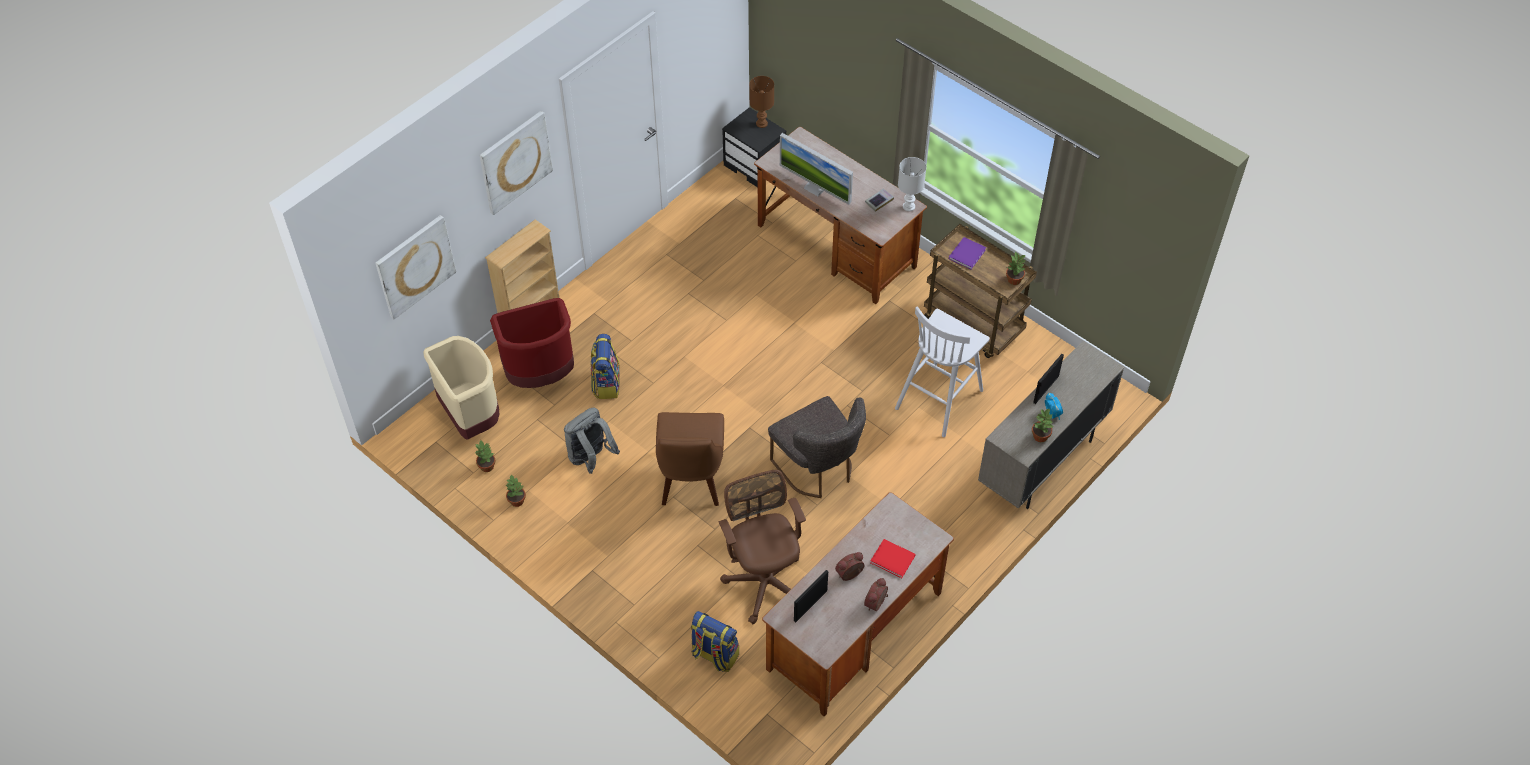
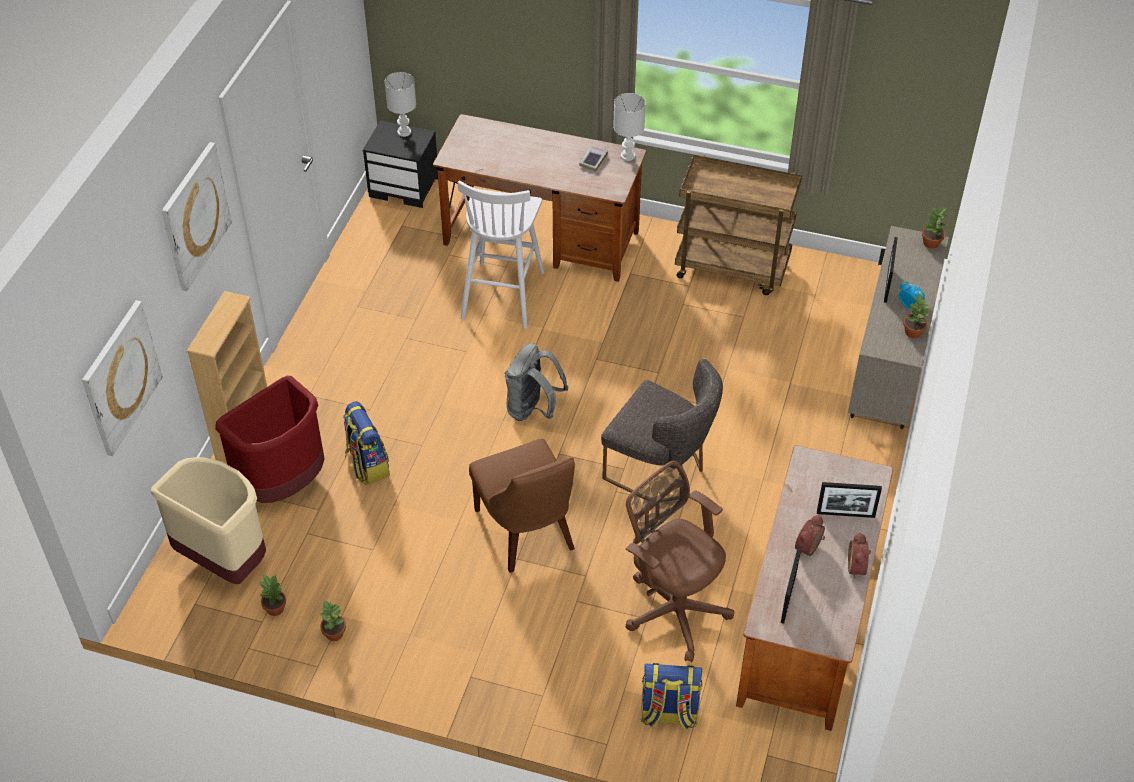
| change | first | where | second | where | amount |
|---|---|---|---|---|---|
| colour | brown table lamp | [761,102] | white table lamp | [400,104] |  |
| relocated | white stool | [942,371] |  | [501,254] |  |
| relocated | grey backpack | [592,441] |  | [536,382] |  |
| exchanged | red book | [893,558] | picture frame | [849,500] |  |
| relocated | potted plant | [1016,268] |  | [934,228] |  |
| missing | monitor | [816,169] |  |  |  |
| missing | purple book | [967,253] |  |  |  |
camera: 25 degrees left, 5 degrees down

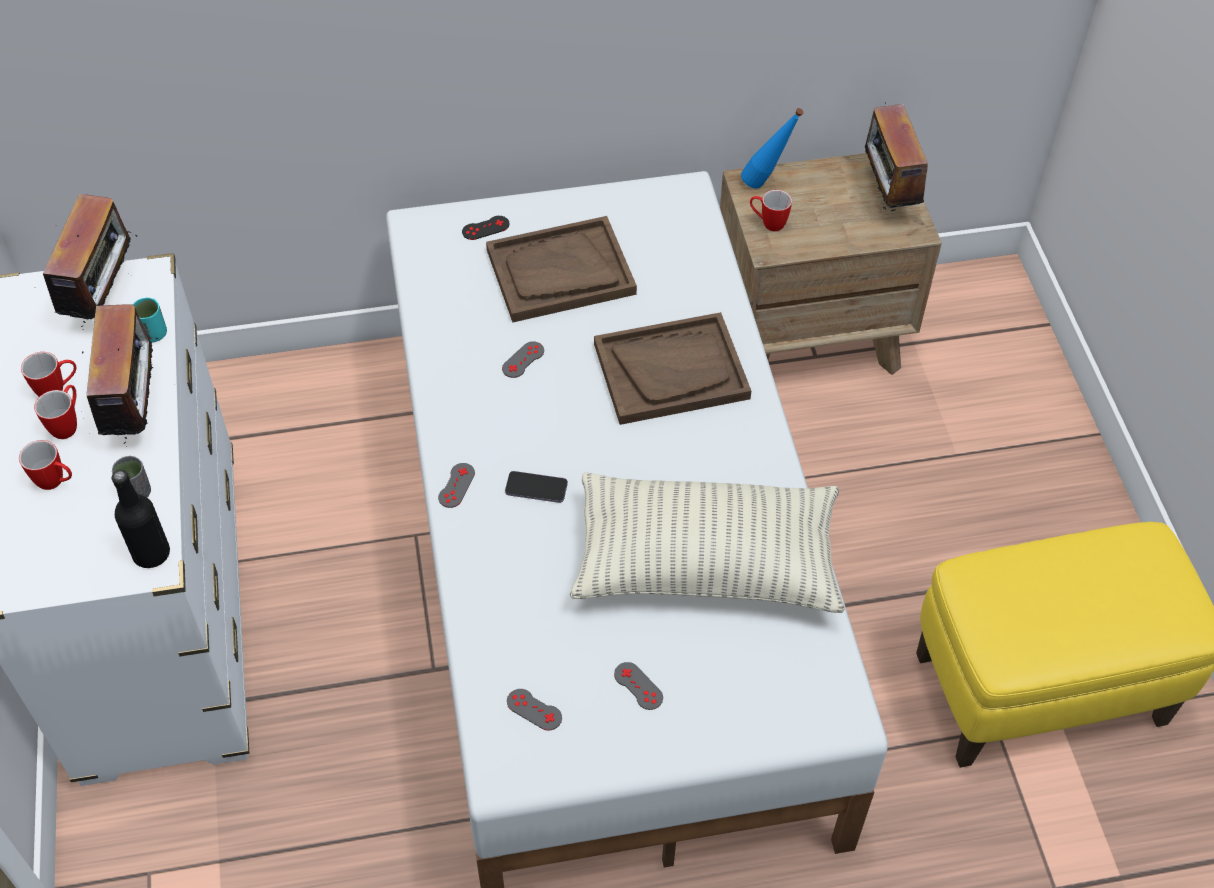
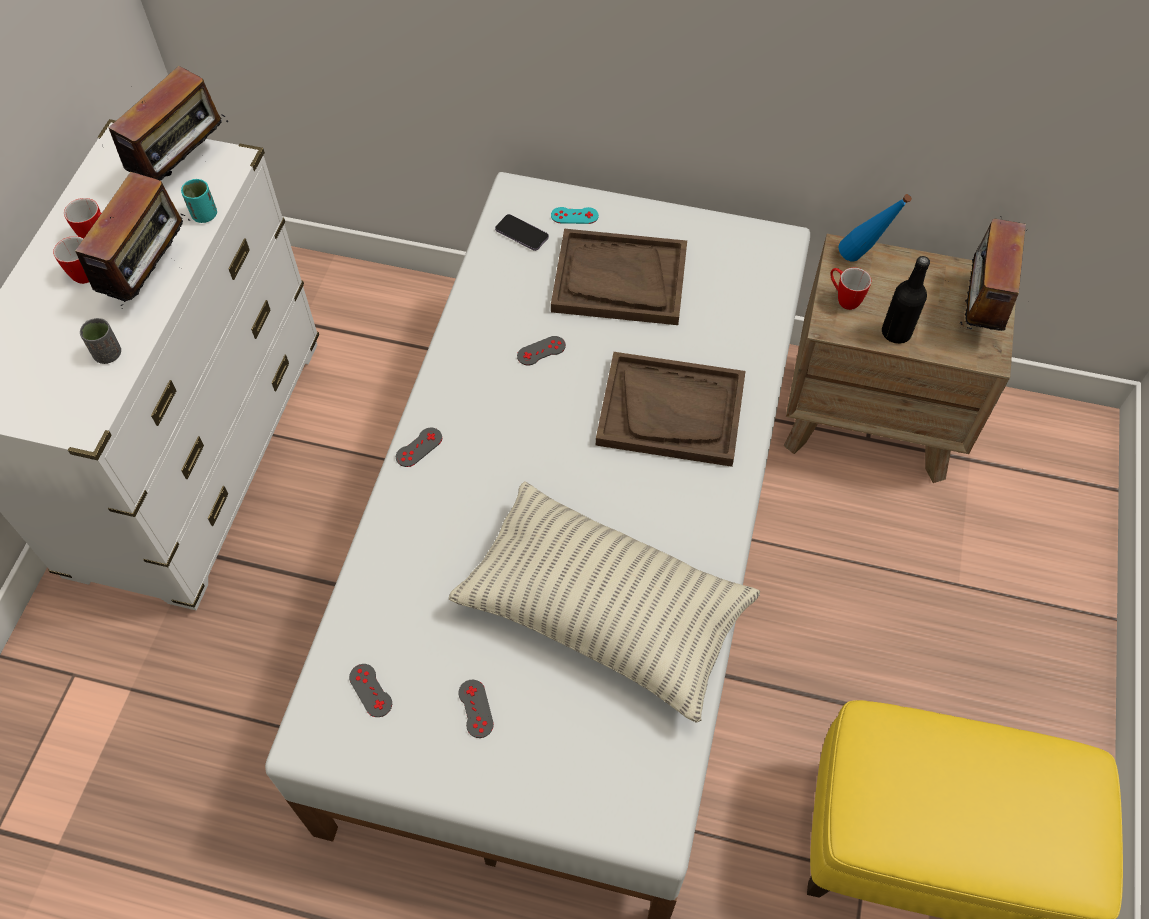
| change | first | where | second | where | amount |
|---|---|---|---|---|---|
| relocated | phone | [536,487] |  | [522,232] |  |
| colour | black game controller | [485,228] | turquoise game controller | [575,215] |  |
| relocated | black bottle | [141,519] |  | [906,300] |  |
| missing | mug | [45,465] |  |  |  |
camera: 25 degrees right, 5 degrees up

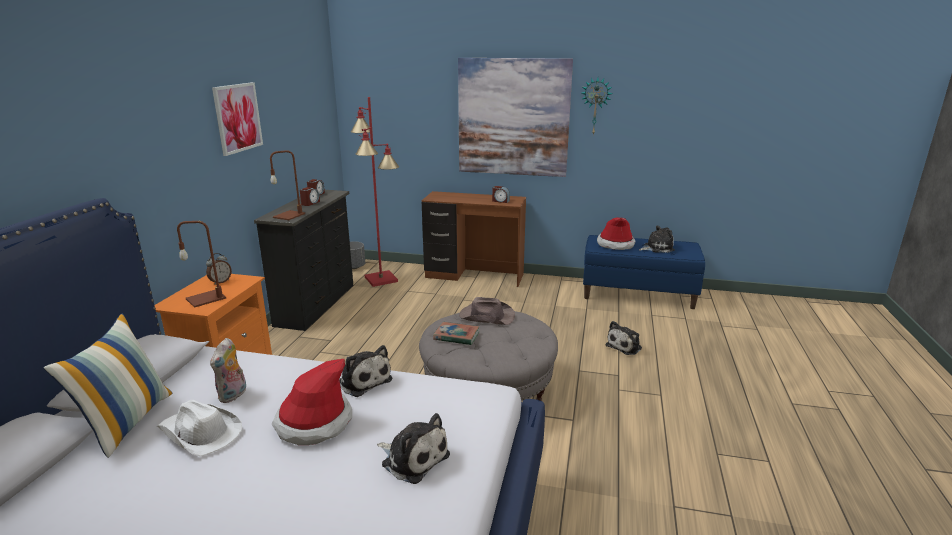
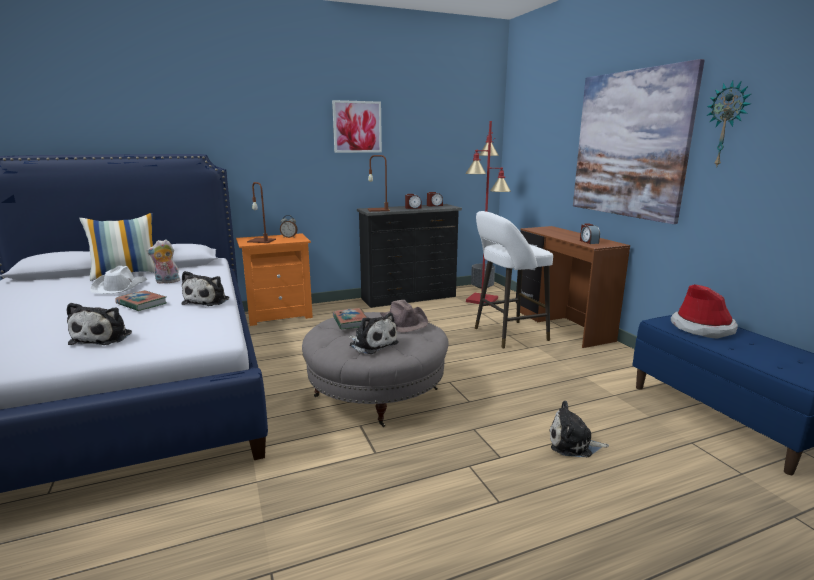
| change | first | where | second | where | amount |
|---|---|---|---|---|---|
| exchanged | hat | [311,402] | book | [141,300] |  |
| relocated | plush toy | [657,239] |  | [373,333] |  |
| appeared |  |  | white stool | [514,279] |  |
camera: 55 degrees right, 5 degrees down

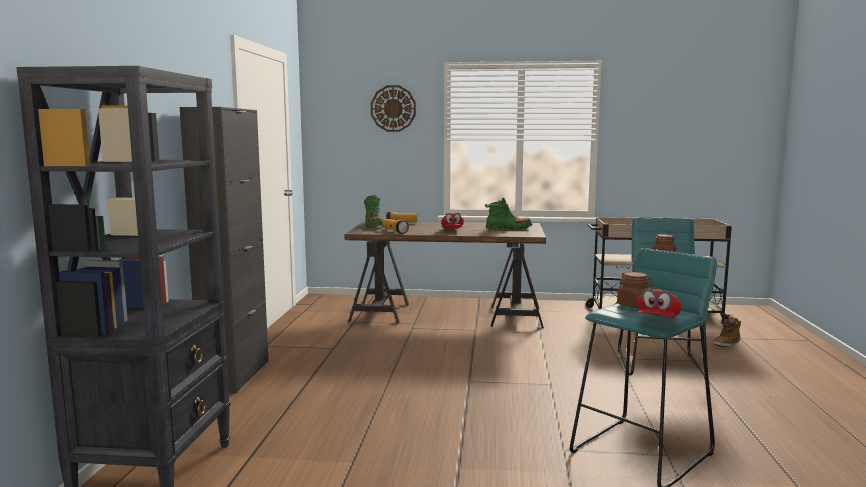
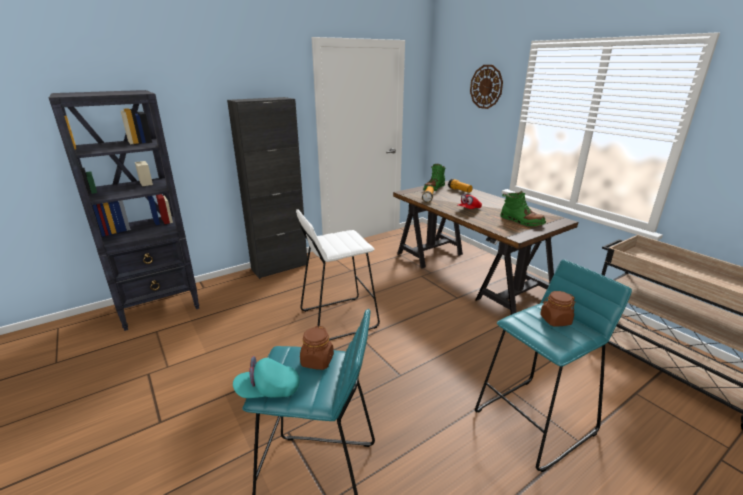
| change | first | where | second | where | amount |
|---|---|---|---|---|---|
| colour | red cap | [659,303] | turquoise cap | [266,377] |  |
| appeared |  |  | white stool | [338,275] |  |
| missing | boot | [727,332] |  |  |  |
camera: 50 degrees right, 15 degrees up

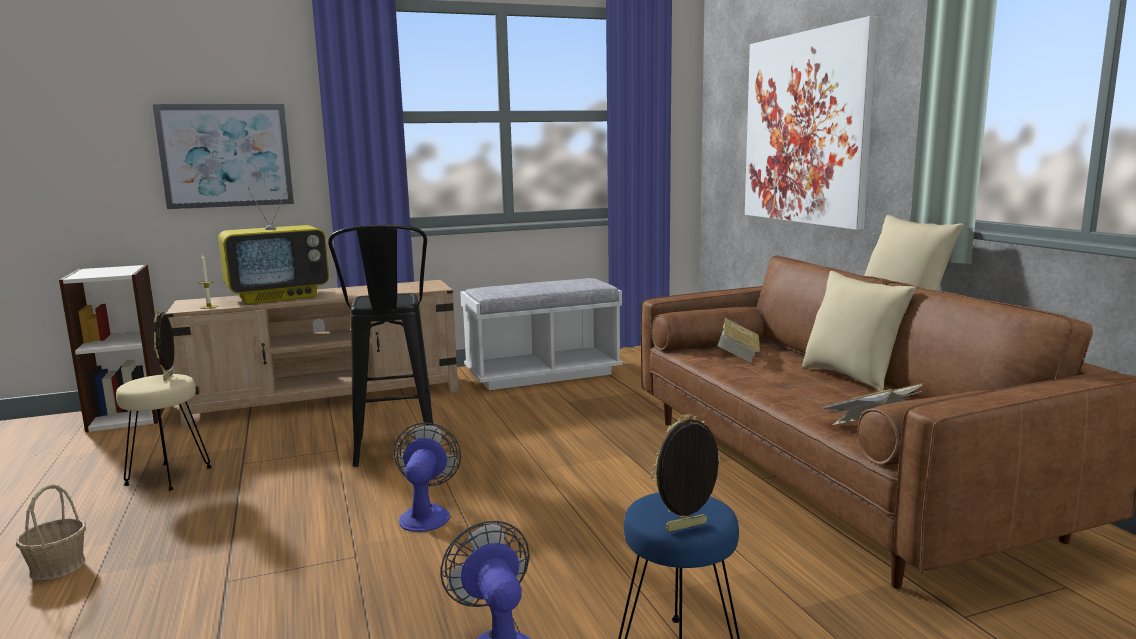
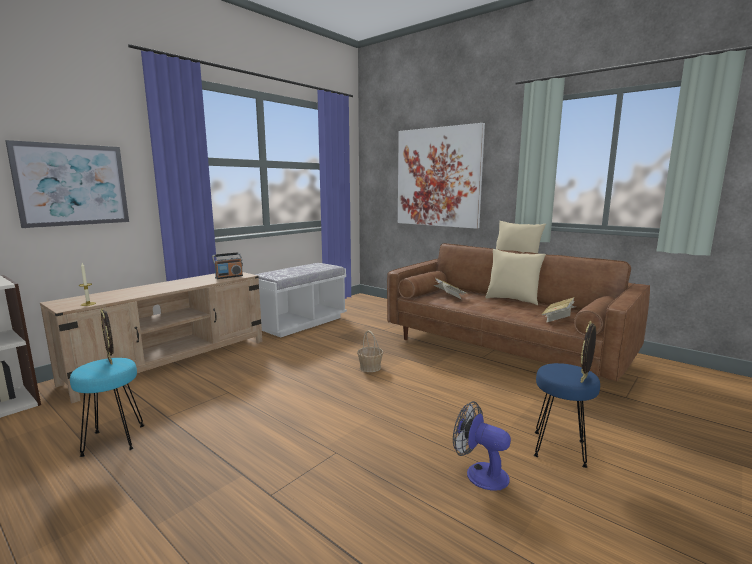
| change | first | where | second | where | amount |
|---|---|---|---|---|---|
| colour | beige stool | [164,432] | turquoise stool | [107,407] |  |
| appeared |  |  | radio | [227,265] |  |
| relocated | basket | [51,532] |  | [370,351] |  |
| missing | television | [273,246] |  |  |  |
| missing | black stool | [381,345] |  |  |  |
| missing | fan | [427,477] |  |  |  |
camera: 30 degrees left, 0 degrees up

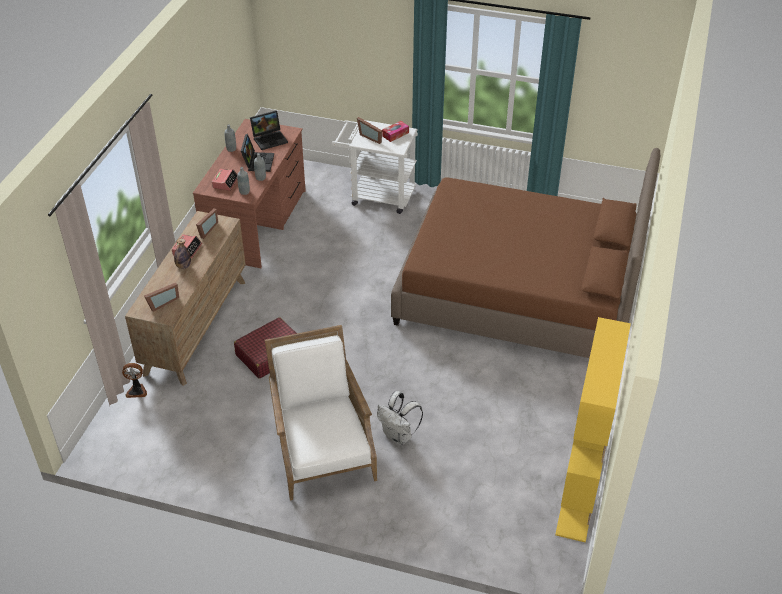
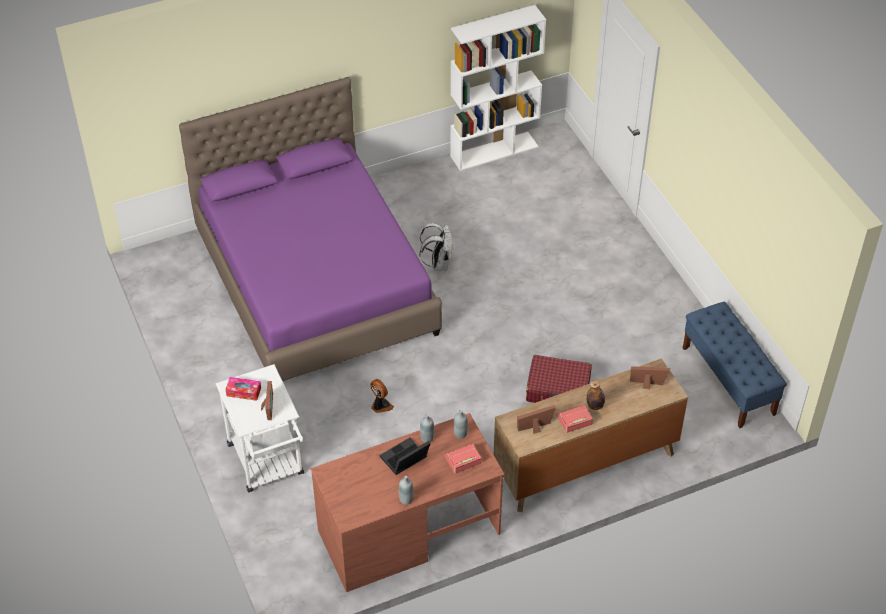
| change | first | where | second | where | amount |
|---|---|---|---|---|---|
| colour | brown bed | [525,253] | purple bed | [310,229] |  |
| relocated | fan | [134,380] |  | [382,396] |  |
| relocated | white backpack | [400,418] |  | [436,247] |  |
| colour | yellow bookcase | [593,430] | white bookcase | [498,88] |  |
| appeared |  |  | blue bench | [735,365] |  |
| missing | laptop | [269,130] |  |  |  |
| missing | white armchair | [321,413] |  |  |  |
camera: 130 degrees left, 5 degrees up

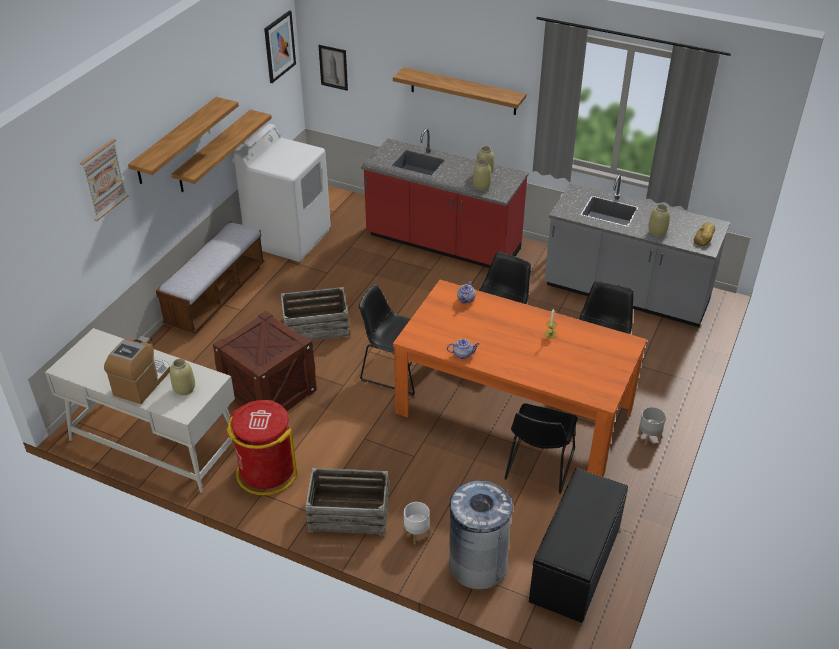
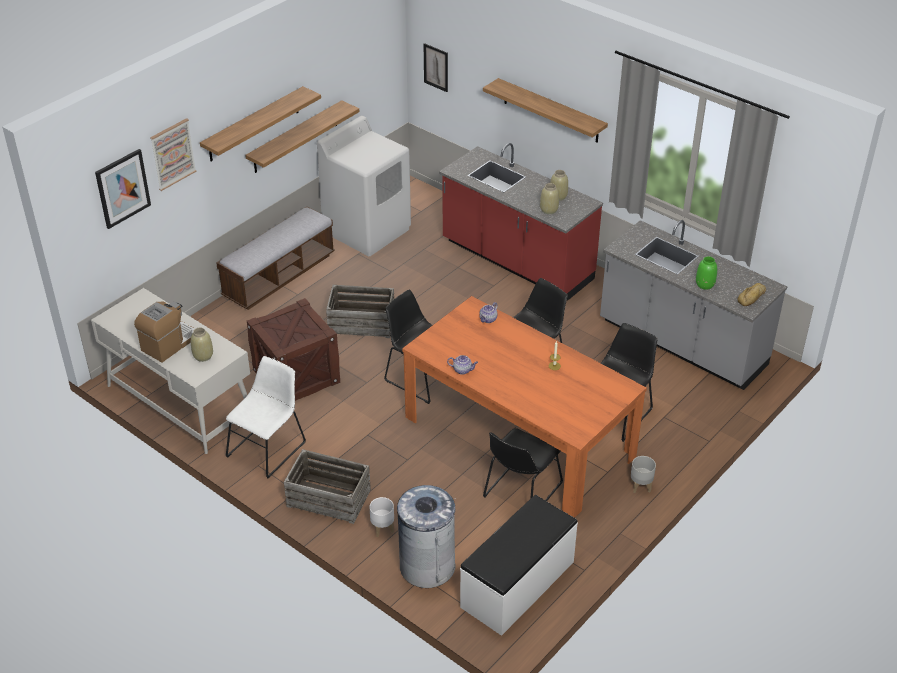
| change | first | where | second | where | amount |
|---|---|---|---|---|---|
| relocated | picture | [280,46] |  | [123,189] |  |
| exchanged | red trash can | [262,447] | white chair | [265,417] |  |
| colour | black bench | [578,545] | white bench | [519,565] |  |
| colour | beige vase | [659,220] | green vase | [706,273] |  |
camera: 15 degrees right, 0 degrees up

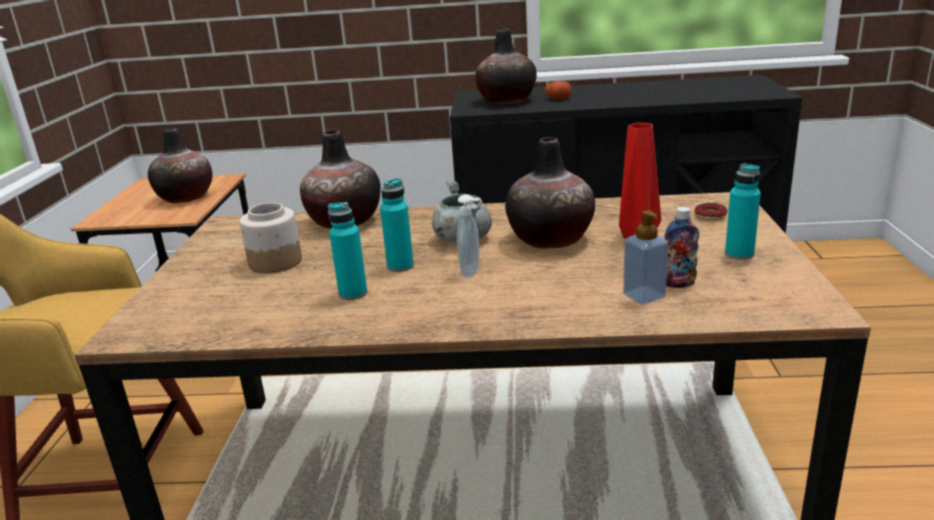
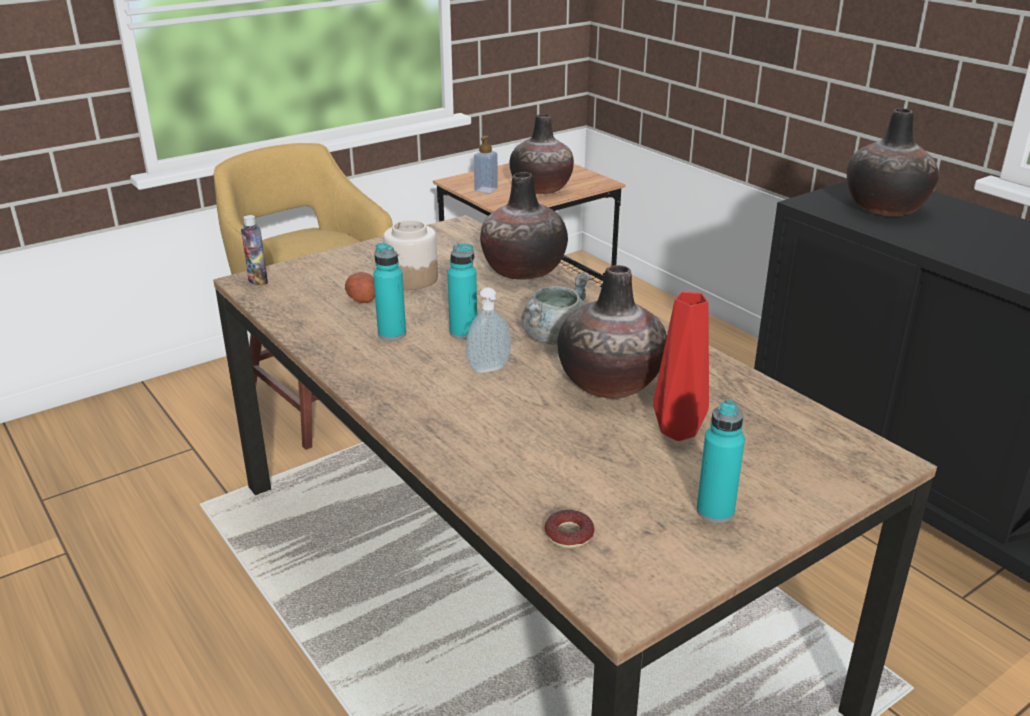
| change | first | where | second | where | amount |
|---|---|---|---|---|---|
| relocated | bottle | [681,247] |  | [254,250] |  |
| relocated | potato | [558,90] |  | [360,287] |  |
| relocated | soap dispenser | [646,257] |  | [486,164] |  |
| relocated | donut | [711,212] |  | [570,529] |  |
camera: 50 degrees right, 5 degrees up

